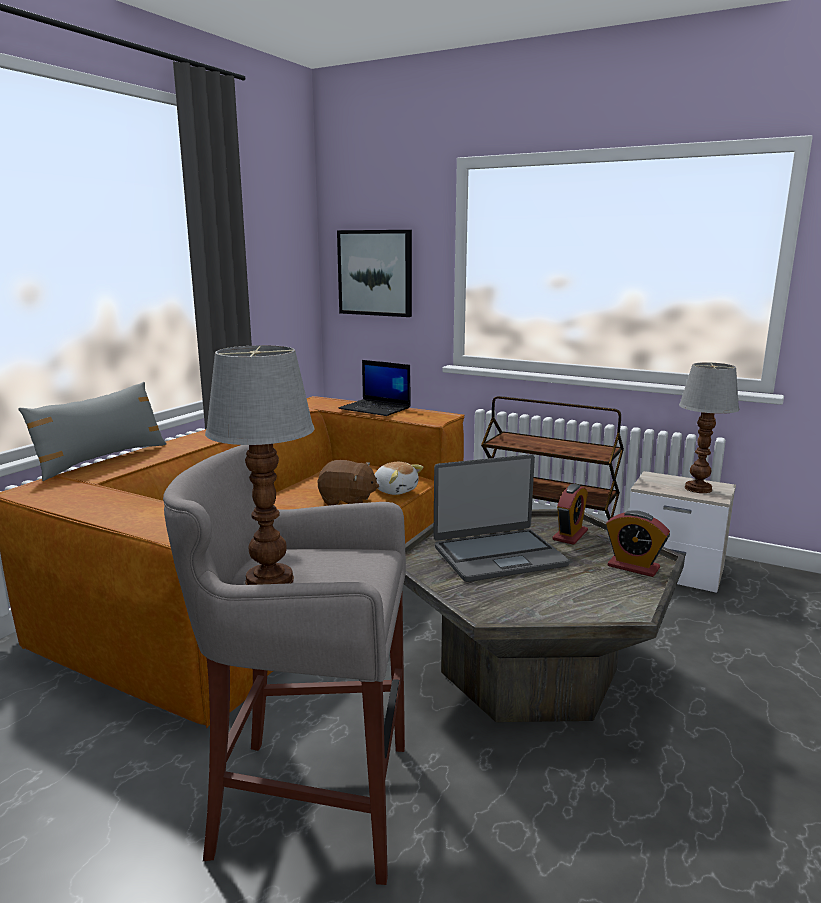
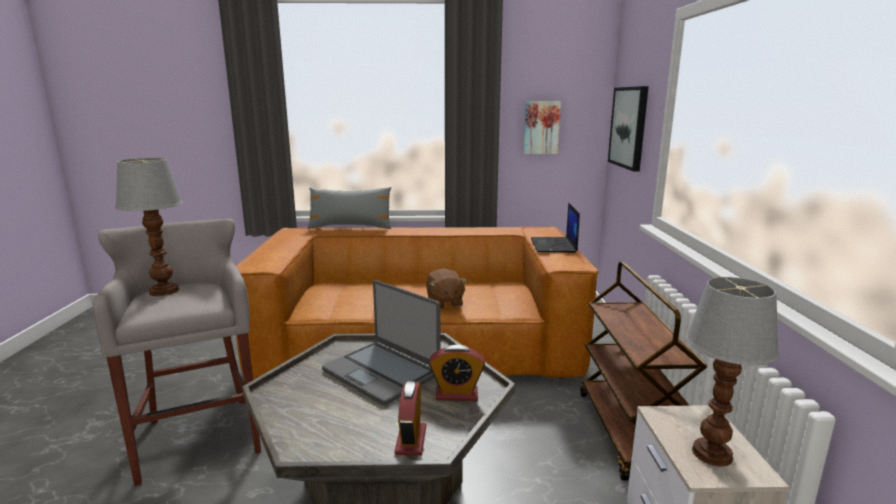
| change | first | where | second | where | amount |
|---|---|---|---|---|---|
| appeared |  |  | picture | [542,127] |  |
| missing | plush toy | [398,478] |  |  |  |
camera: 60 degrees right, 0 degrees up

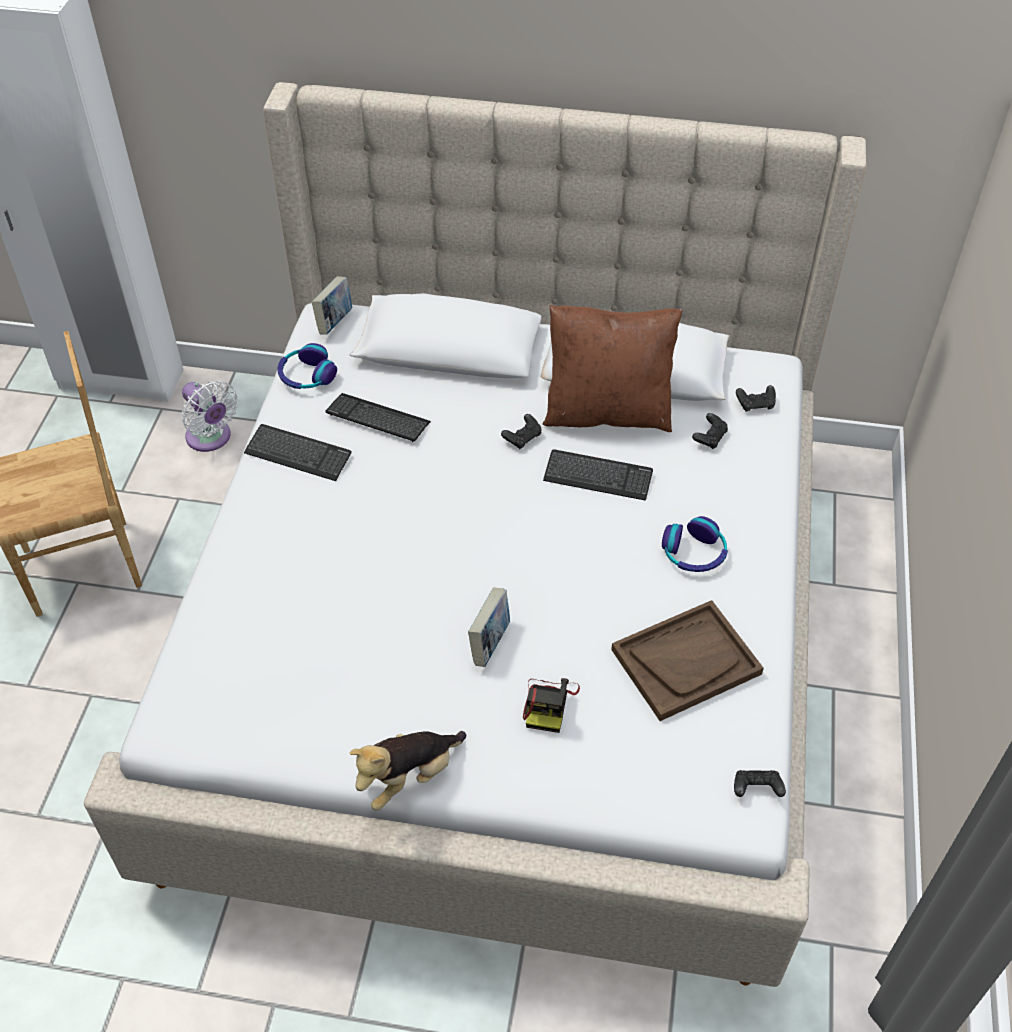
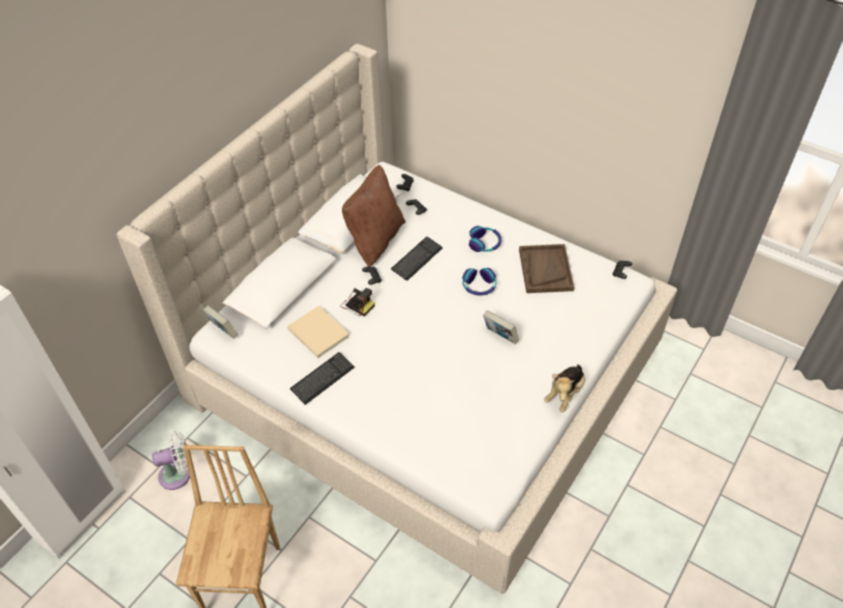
| change | first | where | second | where | amount |
|---|---|---|---|---|---|
| exchanged | keyboard | [378,417] | beige book | [318,332] |  |
| relocated | photo camera | [551,705] |  | [357,302] |  |
| relocated | headphones | [307,366] |  | [479,281] |  |
| spun | plush toy | [408,770] |  | [564,388] | 45 degrees clockwise |
camera: 65 degrees left, 0 degrees up

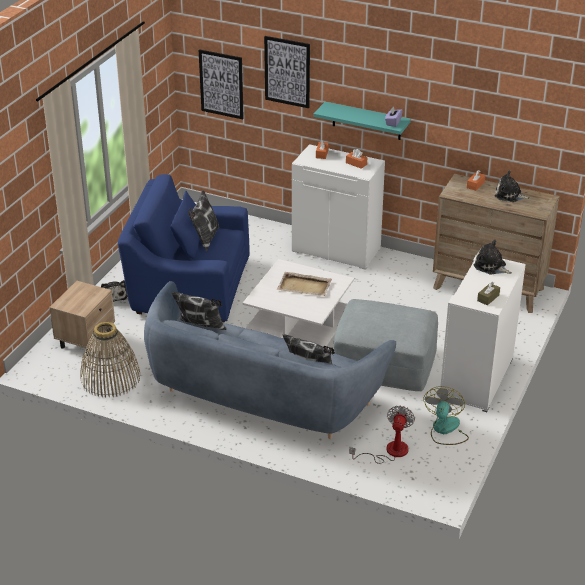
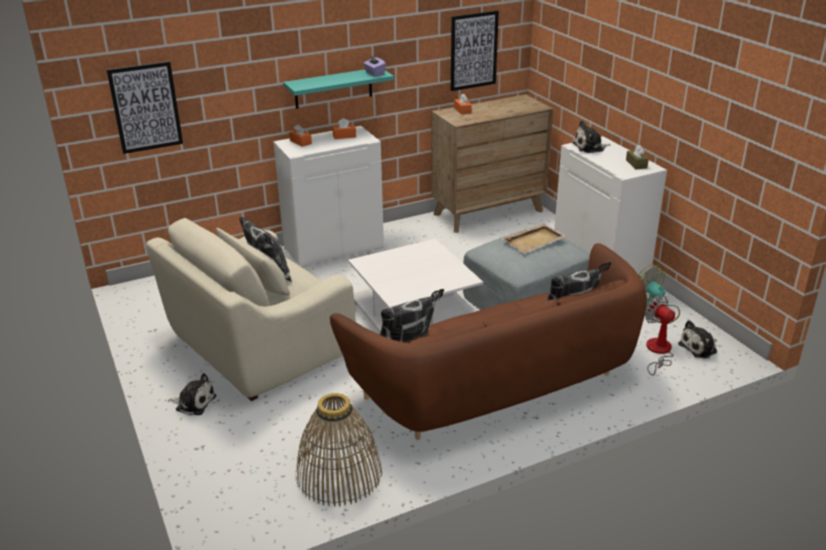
| change | first | where | second | where | amount |
|---|---|---|---|---|---|
| colour | blue armchair | [184,248] | beige armchair | [251,309] |  |
| colour | blue sofa | [270,360] | brown sofa | [488,341] |  |
| relocated | picture | [287,72] |  | [475,50] |  |
| relocated | beige tray | [304,284] |  | [533,238] |  |
| relocated | plush toy | [512,186] |  | [697,339] |  |
| missing | beige nightstand | [82,318] |  |  |  |
camera: 50 degrees left, 5 degrees down

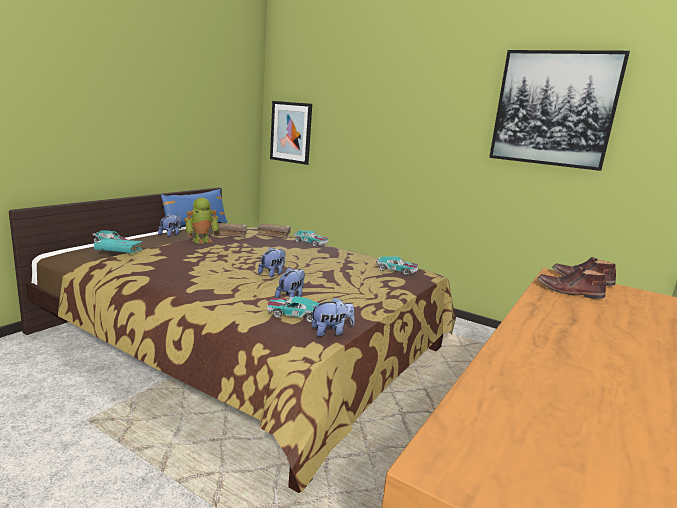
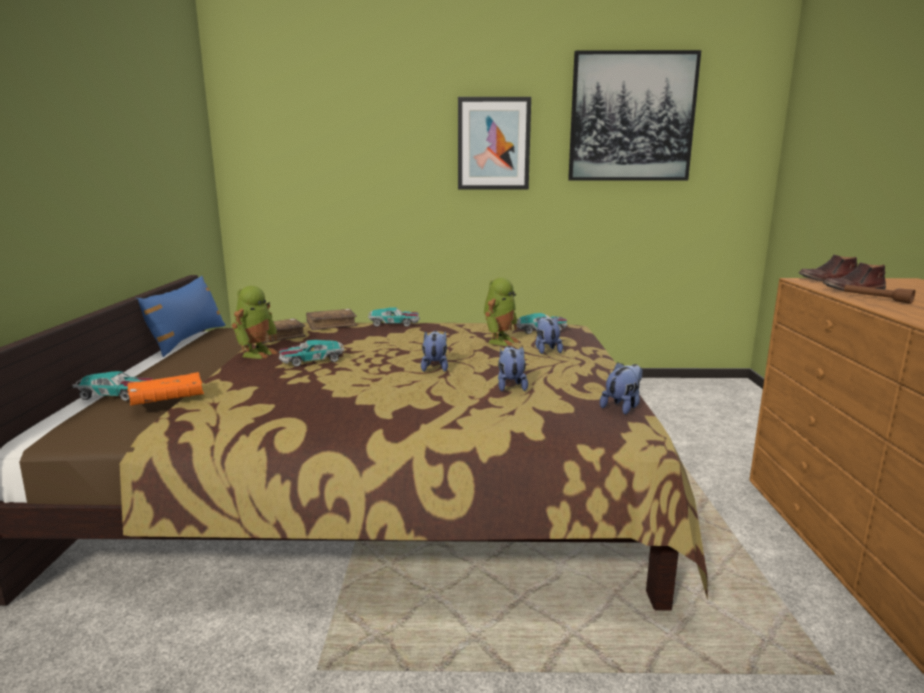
| change | first | where | second | where | amount |
|---|---|---|---|---|---|
| colour | turquoise book | [118,245] | orange book | [165,389] |  |
| relocated | toy car | [293,309] |  | [311,353] |  |
| relocated | picture | [291,133] |  | [494,143] |  |
| appeared |  |  | toy robot | [501,312] |  |
| relocated | plush toy | [169,225] |  | [549,335] |  |
| appeared |  |  | brown flashlight | [879,294] |  |
camera: 30 degrees left, 0 degrees up

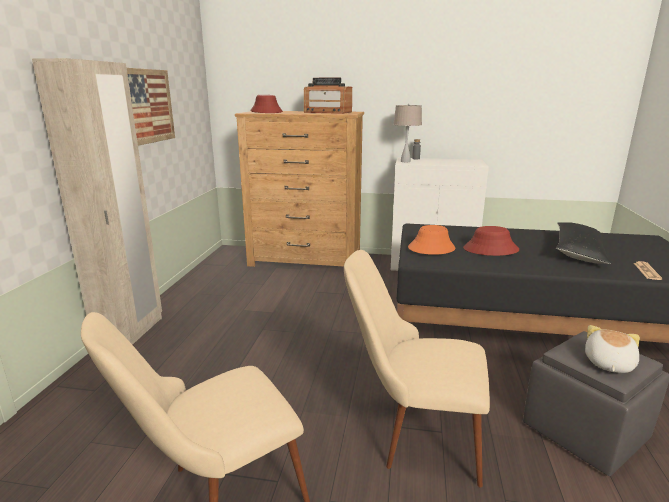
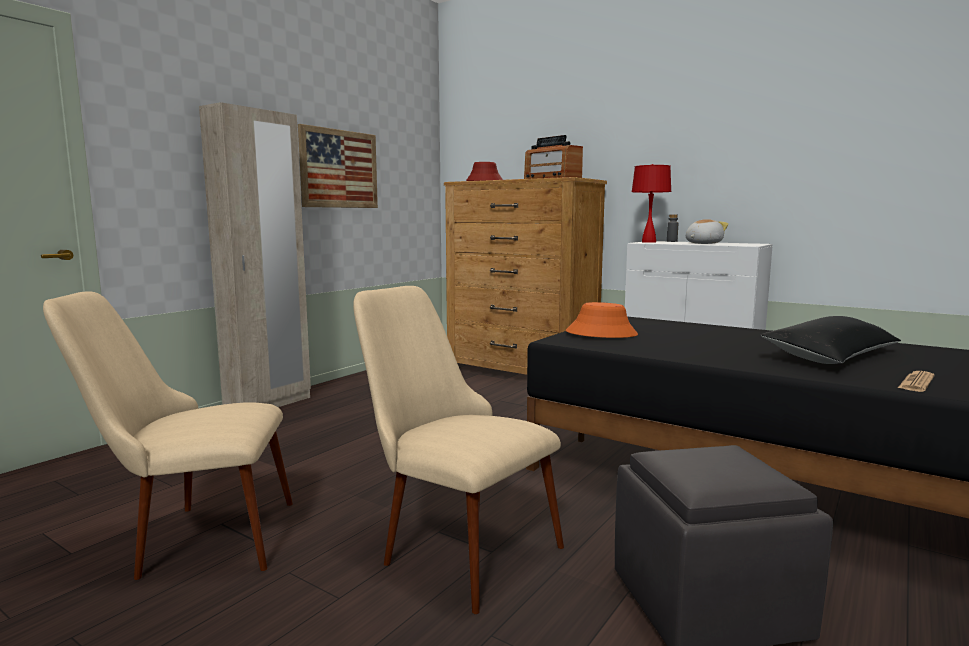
| change | first | where | second | where | amount |
|---|---|---|---|---|---|
| colour | beige table lamp | [407,133] | red table lamp | [651,203] |  |
| relocated | plush toy | [612,349] |  | [707,231] |  |
| missing | red hat | [491,241] |  |  |  |
camera: 25 degrees right, 10 degrees down

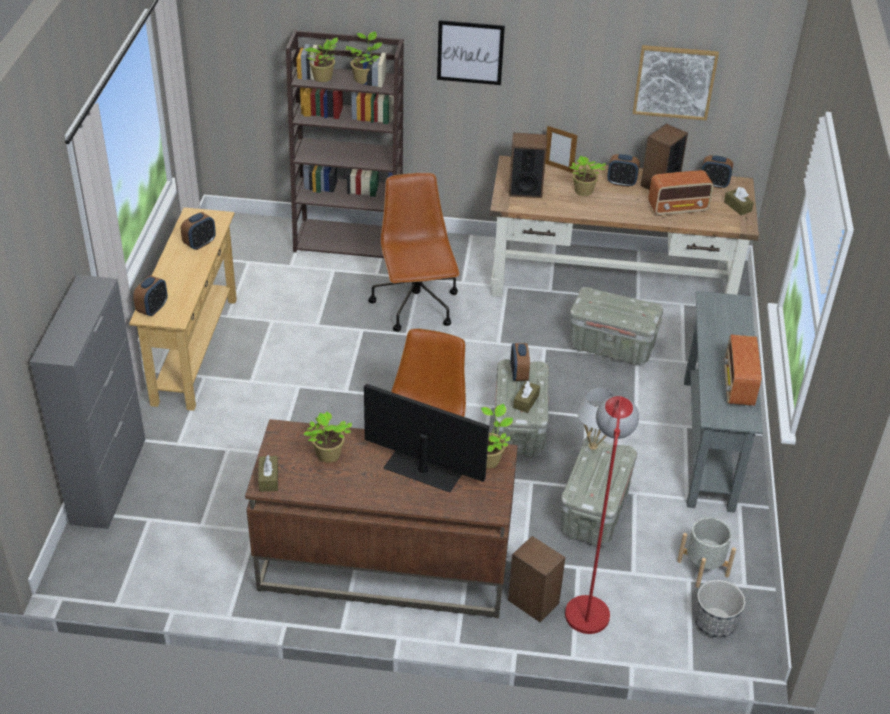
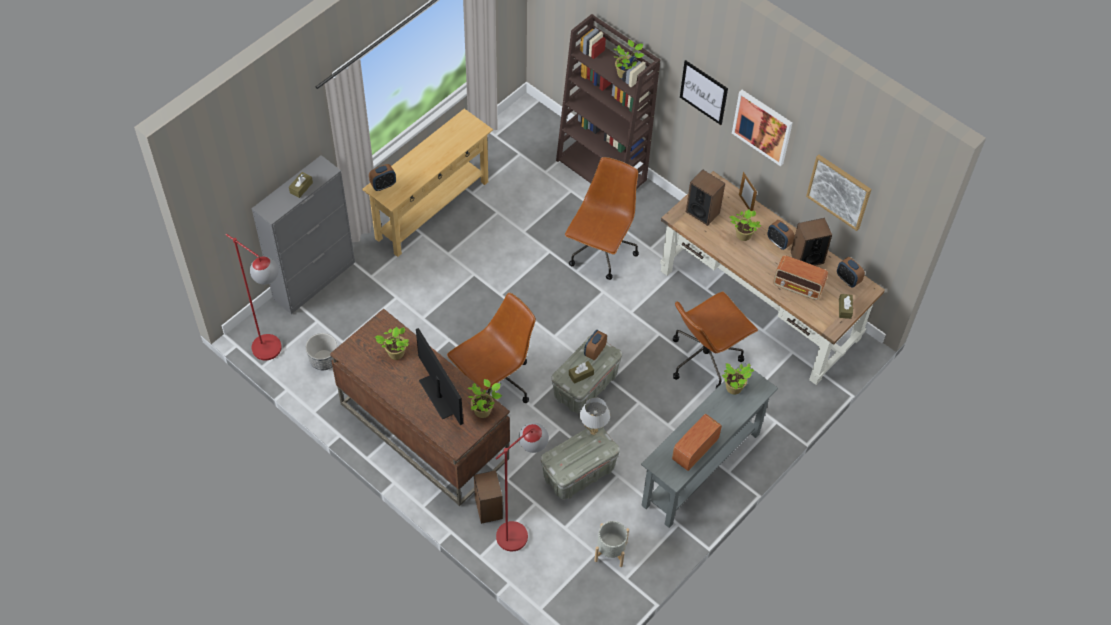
| change | first | where | second | where | amount |
|---|---|---|---|---|---|
| appeared |  |  | red floor lamp | [254,297] |  |
| relocated | brown tissue box | [268,473] |  | [301,185] |  |
| relocated | planter | [720,609] |  | [321,351] |  |
| exchanged | grey storage box | [616,326] | brown office chair | [715,340] |  |
| relocated | potted plant | [321,59] |  | [738,378] |  |
| appeared |  |  | picture | [762,128] |  |
| missing | alarm clock | [198,231] |  |  |  |
camera: 35 degrees right, 15 degrees up

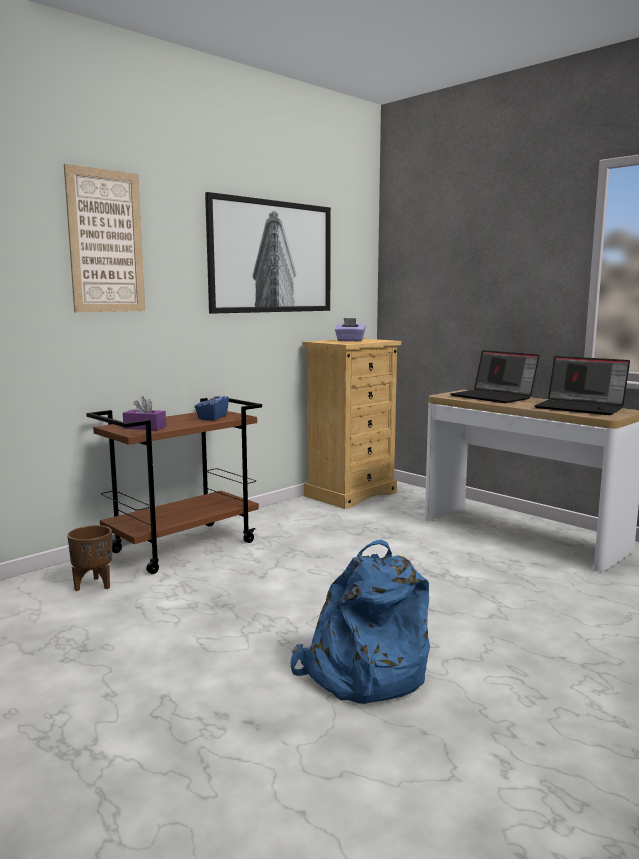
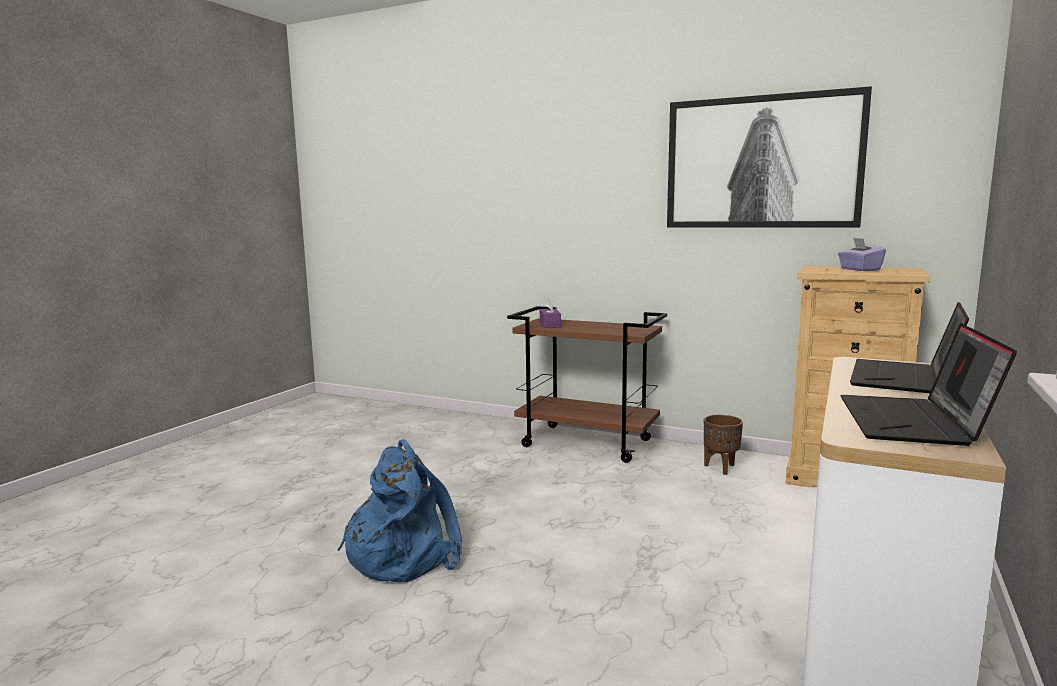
| change | first | where | second | where | amount |
|---|---|---|---|---|---|
| relocated | brown planter | [89,558] |  | [723,445] |  |
| missing | picture | [104,238] |  |  |  |
| missing | blue tissue box | [211,404] |  |  |  |
camera: 70 degrees right, 0 degrees up

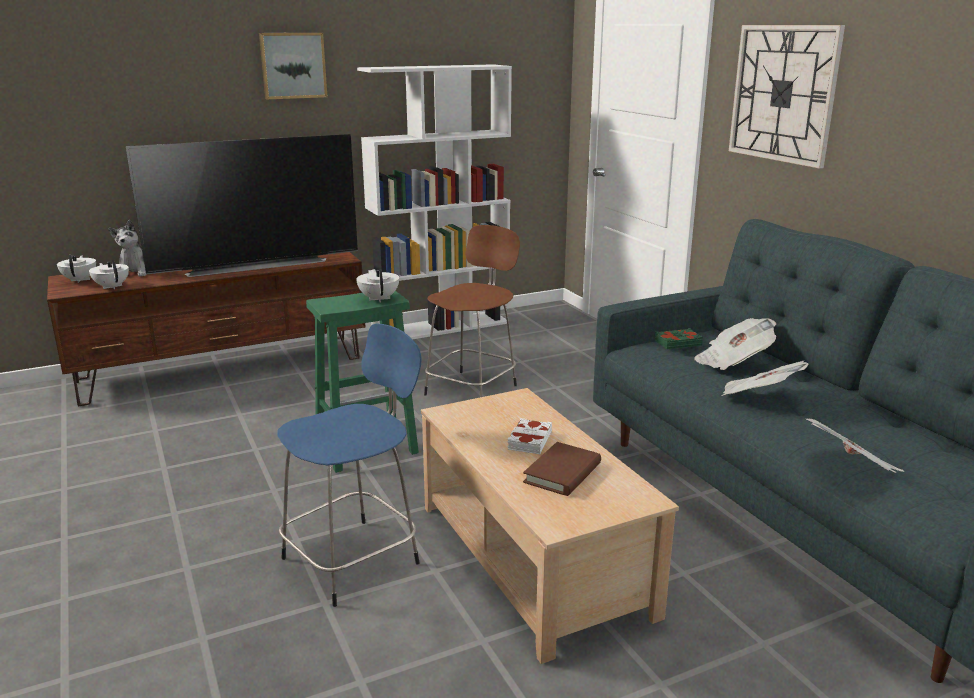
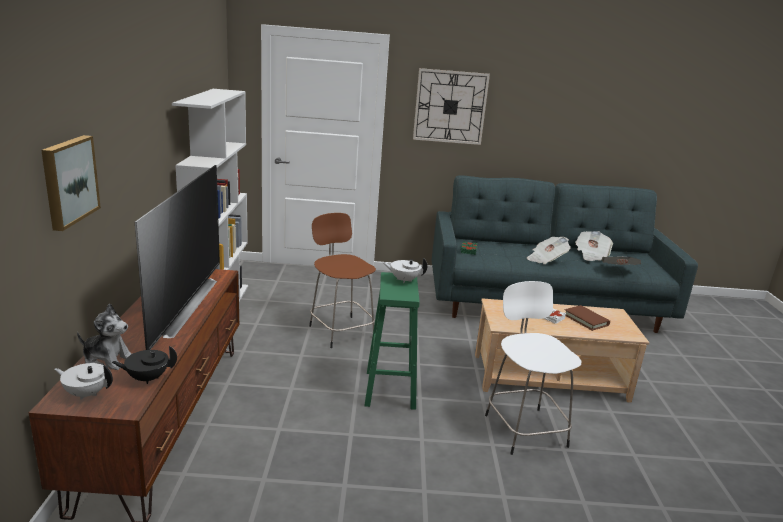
| change | first | where | second | where | amount |
|---|---|---|---|---|---|
| relocated | picture | [293,66] |  | [71,183] |  |
| colour | white teapot | [109,274] | black teapot | [144,365] |  |
| colour | blue stool | [349,465] | white stool | [533,368] |  |
| relocated | newspaper | [736,344] |  | [594,246] |  |
camera: 65 degrees left, 0 degrees up

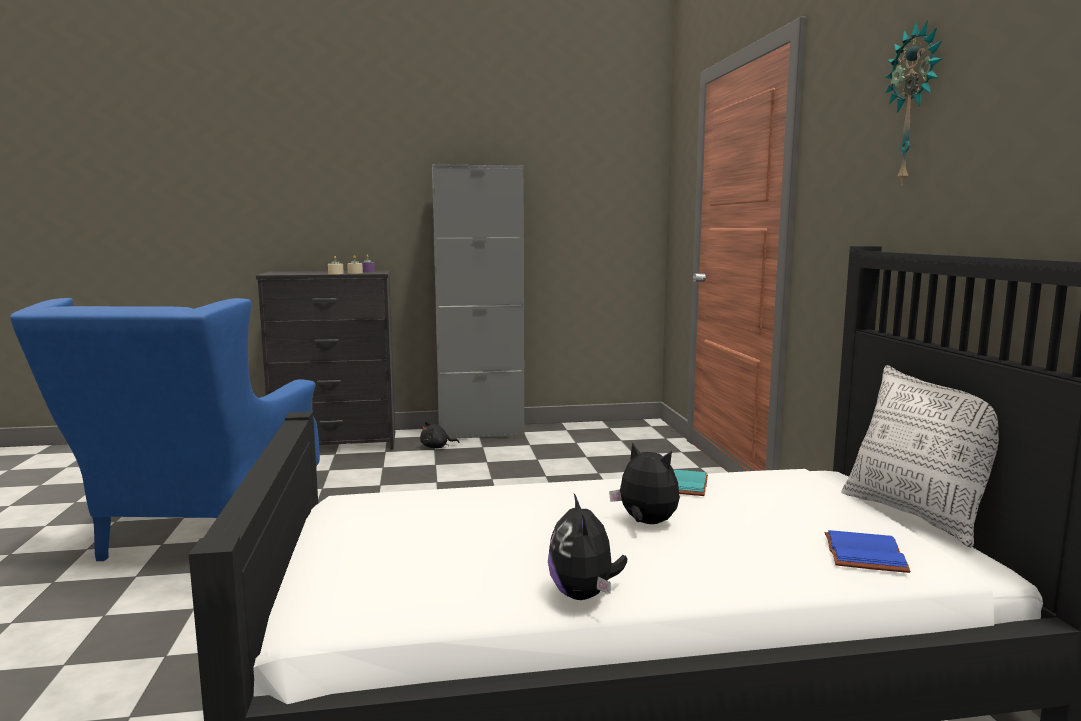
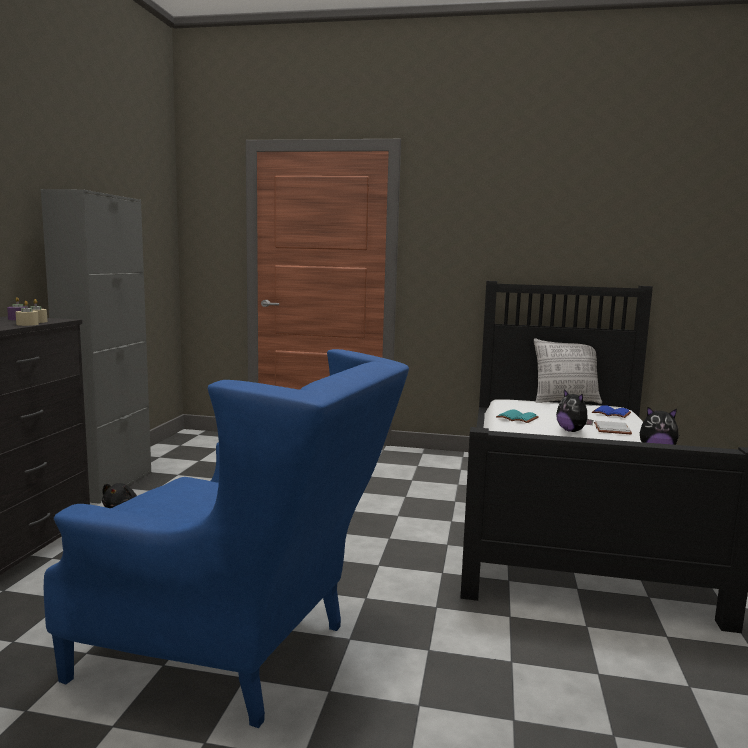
| change | first | where | second | where | amount |
|---|---|---|---|---|---|
| spun | plush toy | [644,483] |  | [574,410] | 90 degrees counterclockwise |
| appeared |  |  | white book | [613,427] |  |
| missing | wall clock | [914,102] |  |  |  |
camera: 70 degrees left, 0 degrees up

